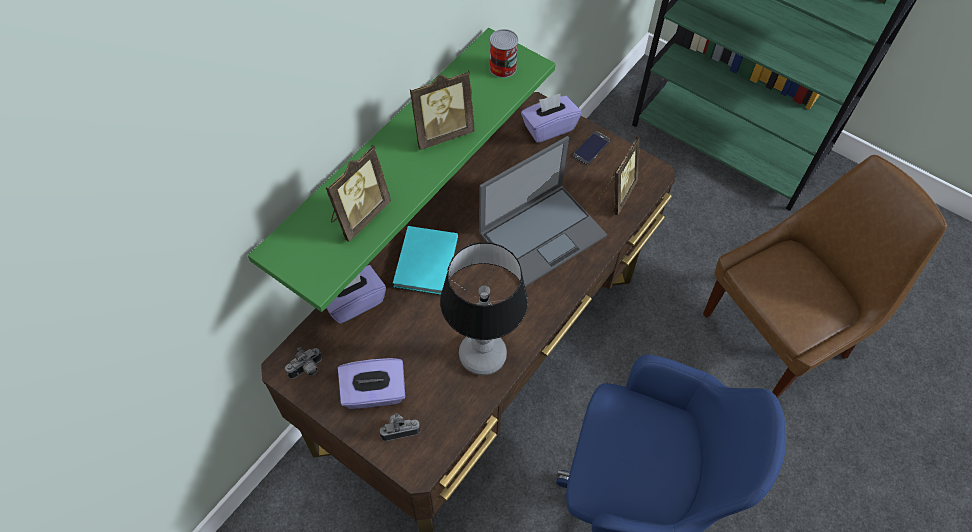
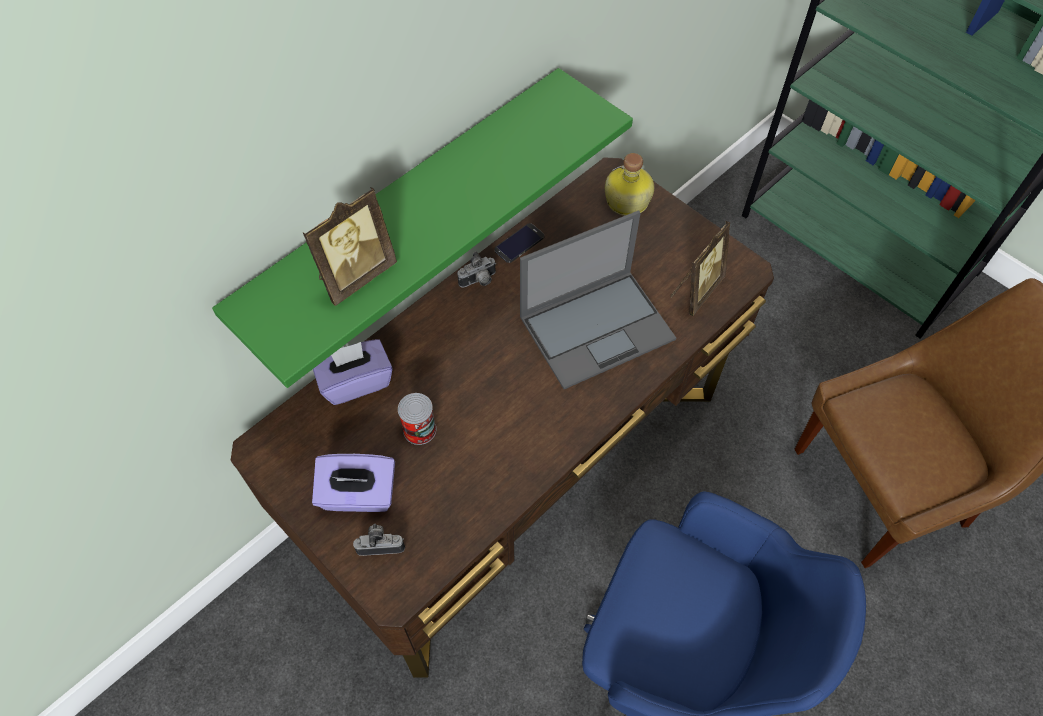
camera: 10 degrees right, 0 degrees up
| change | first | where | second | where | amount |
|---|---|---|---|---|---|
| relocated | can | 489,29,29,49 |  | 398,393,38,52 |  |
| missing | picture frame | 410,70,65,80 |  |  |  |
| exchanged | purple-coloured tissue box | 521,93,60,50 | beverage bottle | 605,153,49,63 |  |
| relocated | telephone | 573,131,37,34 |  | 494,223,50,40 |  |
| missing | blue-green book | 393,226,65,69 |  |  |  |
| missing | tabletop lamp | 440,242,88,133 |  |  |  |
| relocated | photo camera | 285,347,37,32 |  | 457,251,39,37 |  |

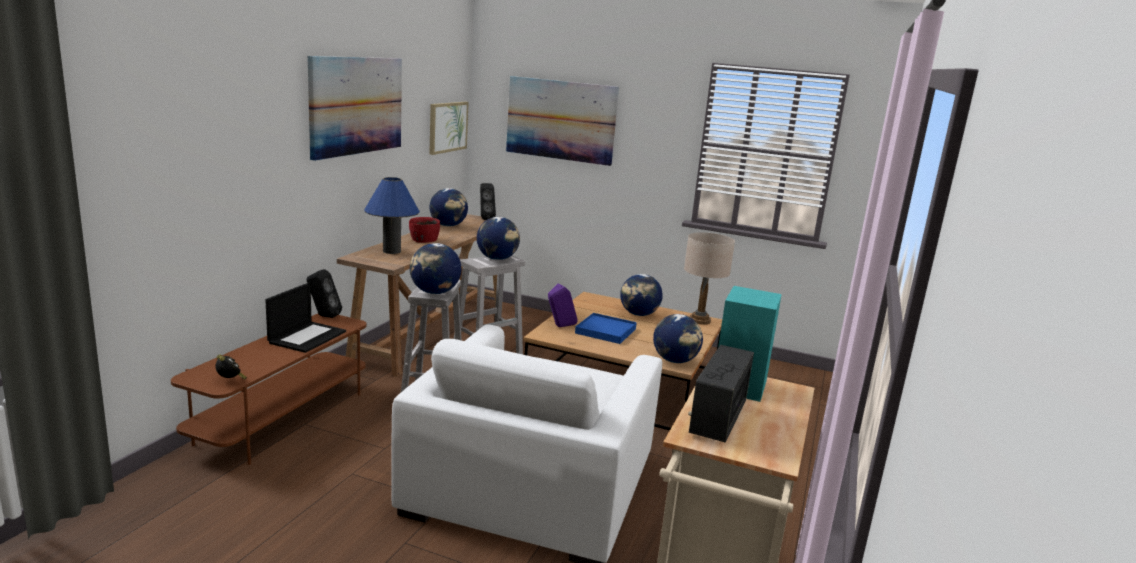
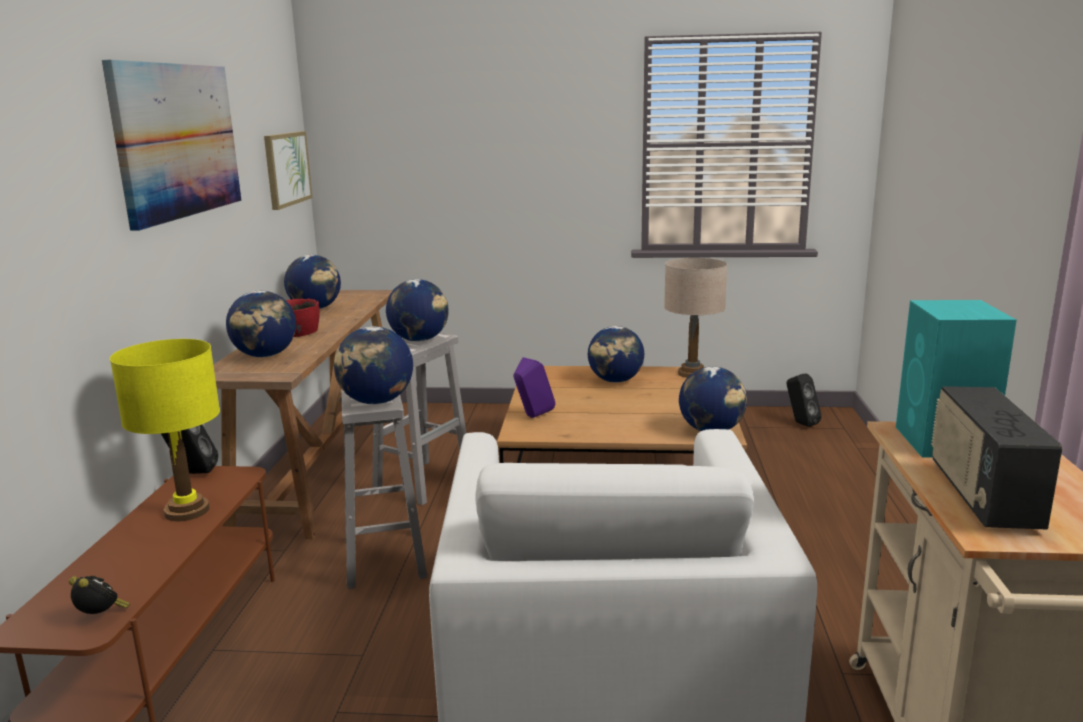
camera: 15 degrees left, 0 degrees up
| change | first | where | second | where | amount |
|---|---|---|---|---|---|
| missing | wall picture | 506,76,113,90 |  |  |  |
| exchanged | bluish tabletop lamp | 364,177,56,77 | globe | 226,291,70,66 |  |
| relocated | blackish speaker | 480,183,16,37 |  | 787,373,35,54 |  |
| exchanged | portable computer | 265,282,81,71 | yellow-coloured tabletop lamp | 110,339,110,182 |  |
| missing | bluish serving tray | 575,313,62,31 |  |  |  |

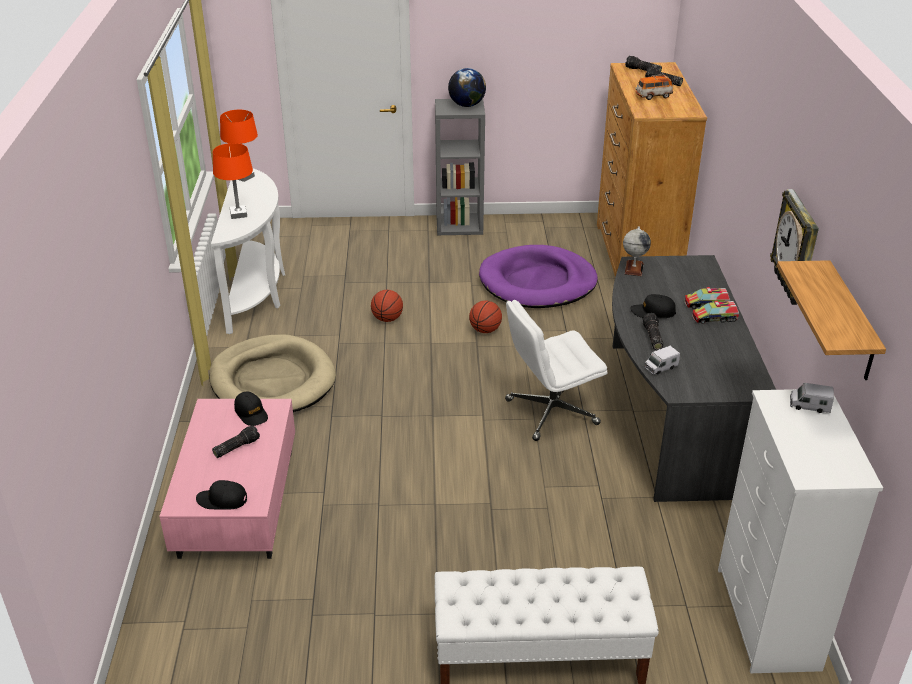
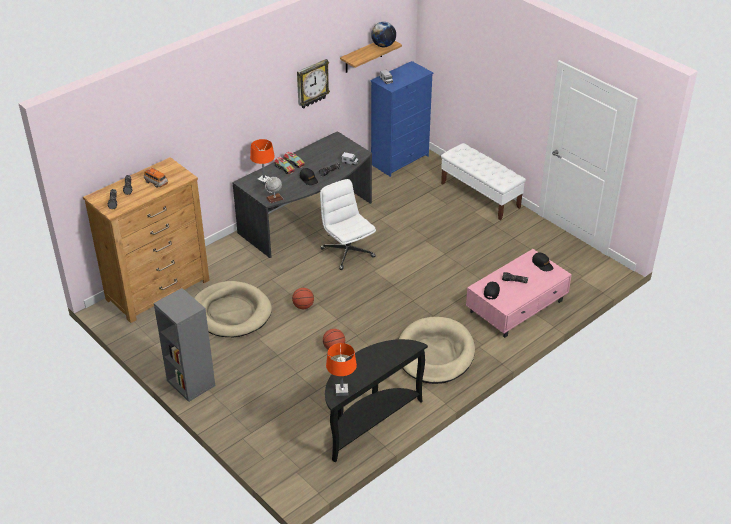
camera: 130 degrees left, 5 degrees up
| change | first | where | second | where | amount |
|---|---|---|---|---|---|
| relocated | globe | 448,68,38,39 |  | 371,22,25,25 |  |
| relocated | orange-coloured tabletop lamp | 213,143,40,76 |  | 250,139,25,46 |  |
| colour | white-coloured narrow table | 211,169,74,165 | blackish narrow table | 325,339,103,123 |  |
| colour | purple-coloured dog bed | 479,245,119,63 | sand-coloured dog bed | 194,281,78,56 |  |
| spun | white-coloured office chair | 505,300,102,141 |  | 320,179,56,91 | 150 degrees counterclockwise |
| colour | white-coloured chest of drawers | 718,389,165,284 | bluish chest of drawers | 370,61,63,116 |  |

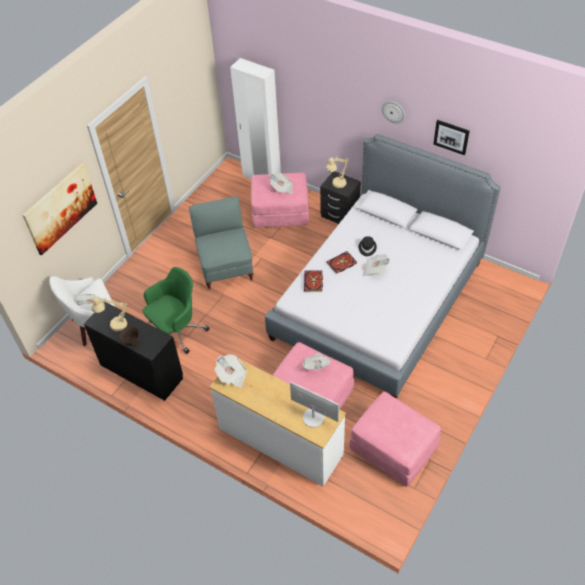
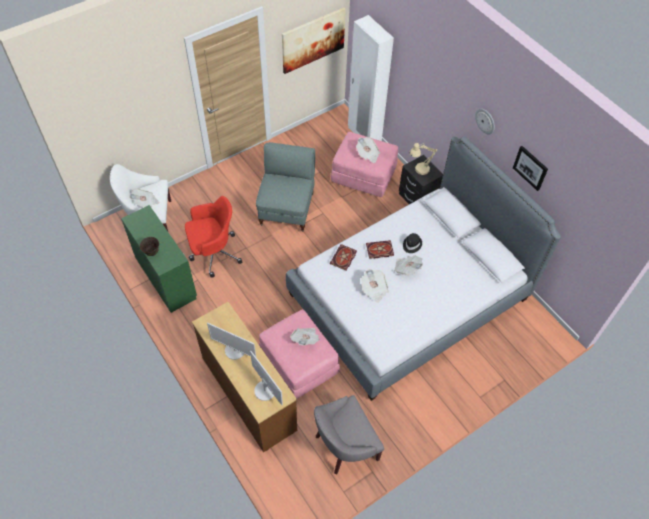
camera: 20 degrees right, 5 degrees up
| change | first | where | second | where | amount |
|---|---|---|---|---|---|
| relocated | wall picture | 23,163,74,92 |  | 282,8,64,66 |  |
| colour | green-coloured office chair | 143,267,67,87 | red-coloured office chair | 185,196,57,82 |  |
| missing | sand-coloured tabletop lamp | 92,296,35,35 |  |  |  |
| colour | blackish desk | 84,302,99,99 | green-coloured desk | 121,205,76,108 |  |
| relocated | printed paper | 215,354,33,34 |  | 361,269,28,33 |  |
| colour | white-coloured chest of drawers | 209,358,137,128 | brownish chest of drawers | 192,302,105,150 |  |
| exchanged | pinkish footrest | 349,392,92,95 | gray lounge chair | 314,395,70,80 |  |
| appeared |  |  | computer screen | 207,323,49,37 |  |

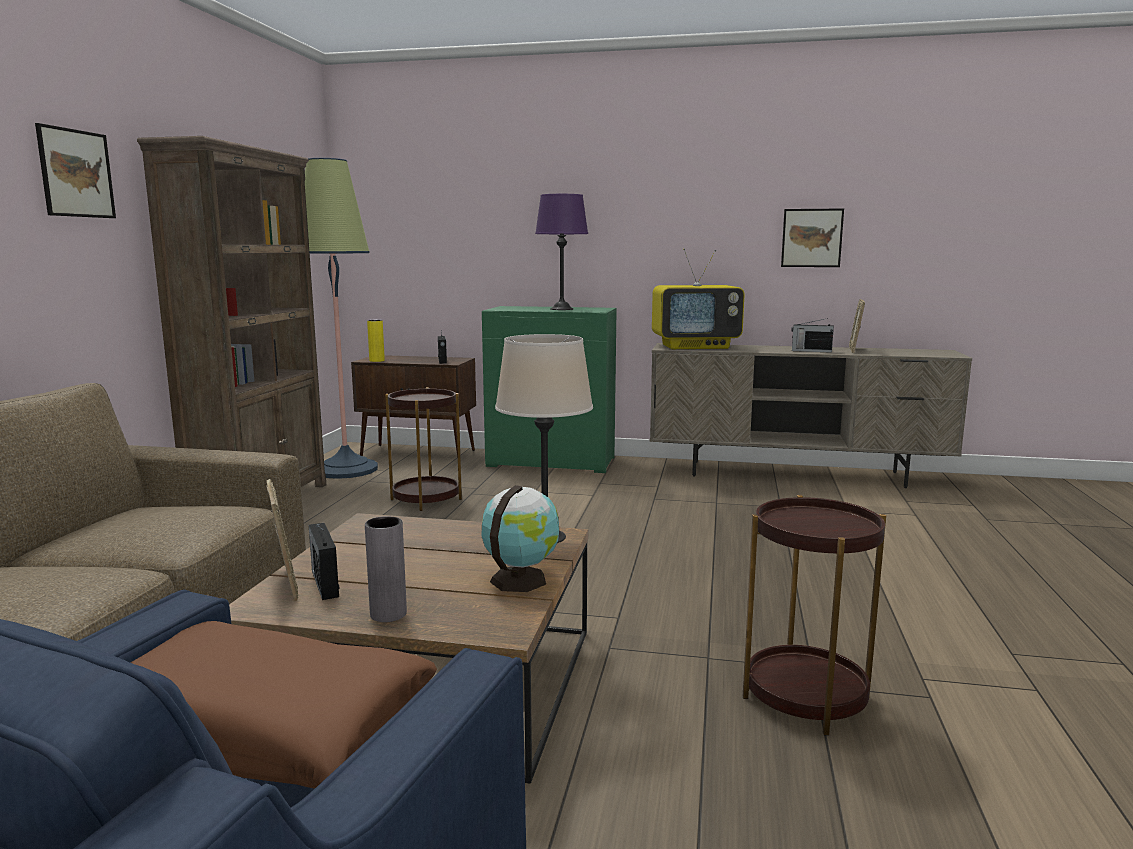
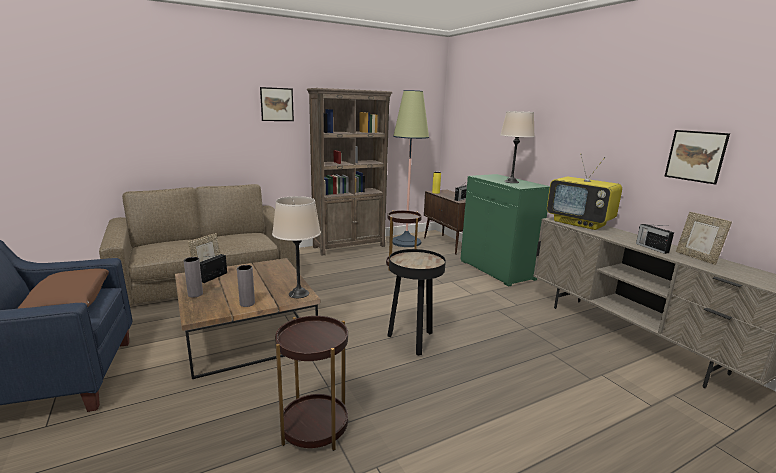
camera: 50 degrees right, 5 degrees up
| change | first | where | second | where | amount |
|---|---|---|---|---|---|
| colour | purple-coloured tabletop lamp | 535,194,53,116 | sand-coloured tabletop lamp | 500,111,35,72 |  |
| spun | picture frame | 849,299,16,54 |  | 676,212,56,53 | 90 degrees counterclockwise |
| exchanged | globe | 481,485,78,107 | gray flower vase | 237,265,18,42 |  |
| appeared |  |  | blackish side table | 387,249,59,107 |  |

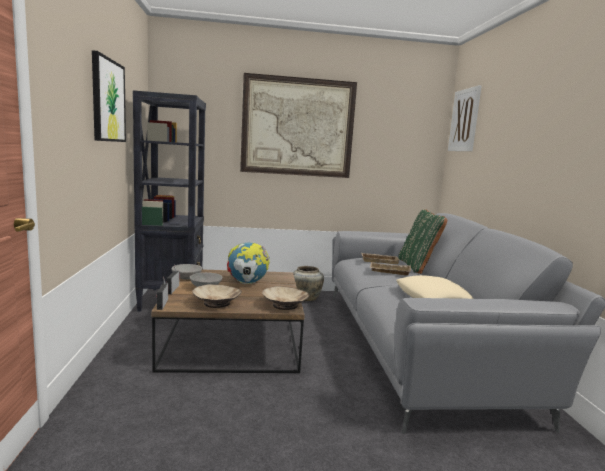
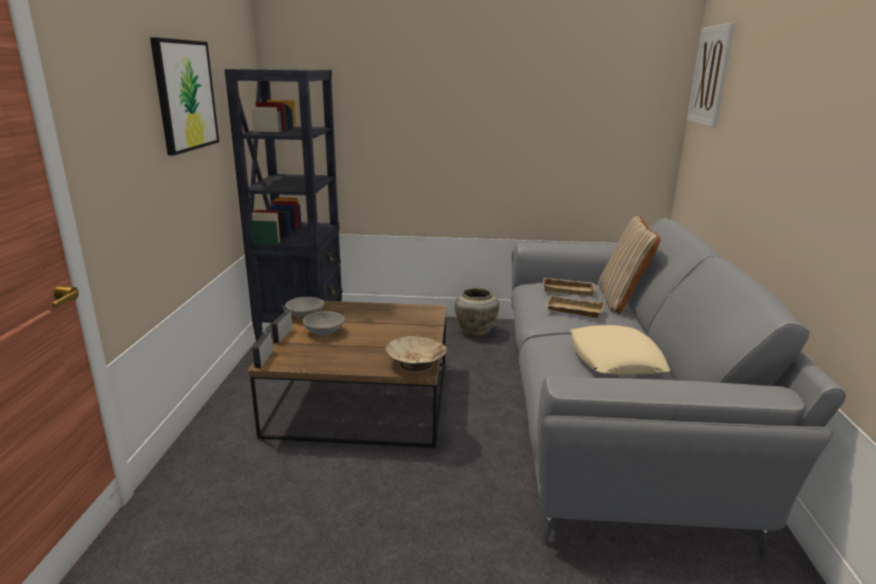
camera: 10 degrees right, 10 degrees up
| change | first | where | second | where | amount |
|---|---|---|---|---|---|
| missing | wall picture | 240,73,117,105 |  |  |  |
| colour | green-coloured throw pillow | 398,209,49,65 | sand-coloured throw pillow | 598,216,63,98 |  |
| missing | globe | 227,243,43,41 |  |  |  |
| missing | sand-coloured bowl | 192,284,50,24 |  |  |  |

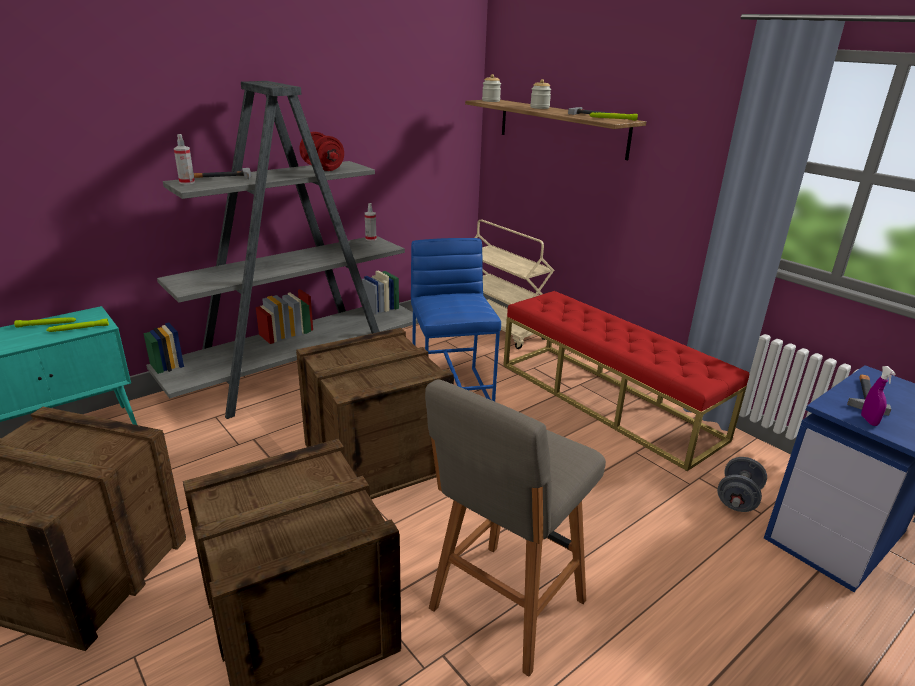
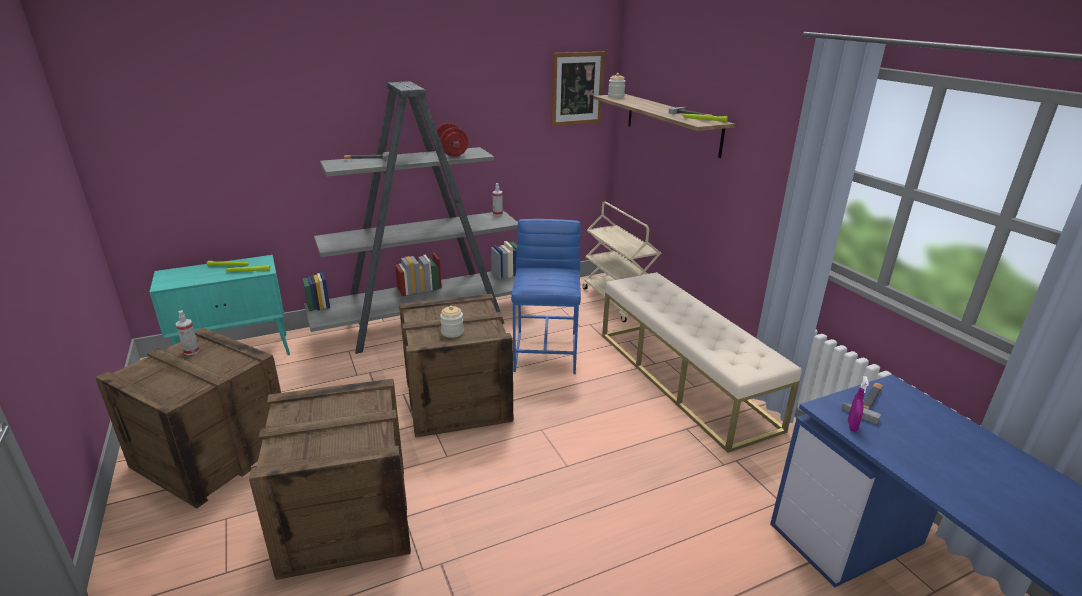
camera: 15 degrees right, 0 degrees up
| change | first | where | second | where | amount |
|---|---|---|---|---|---|
| relocated | jar | 530,79,21,30 |  | 440,306,24,32 |  |
| relocated | hand sprayer | 174,134,21,50 |  | 176,310,24,45 |  |
| colour | red-coloured bench | 503,291,246,180 | sand-coloured bench | 602,272,200,181 |  |
| missing | gray sitting stool | 425,379,181,297 |  |  |  |
| missing | gray hand weight | 717,457,50,55 |  |  |  |
| appeared |  |  | wall picture | 552,52,53,74 |  |

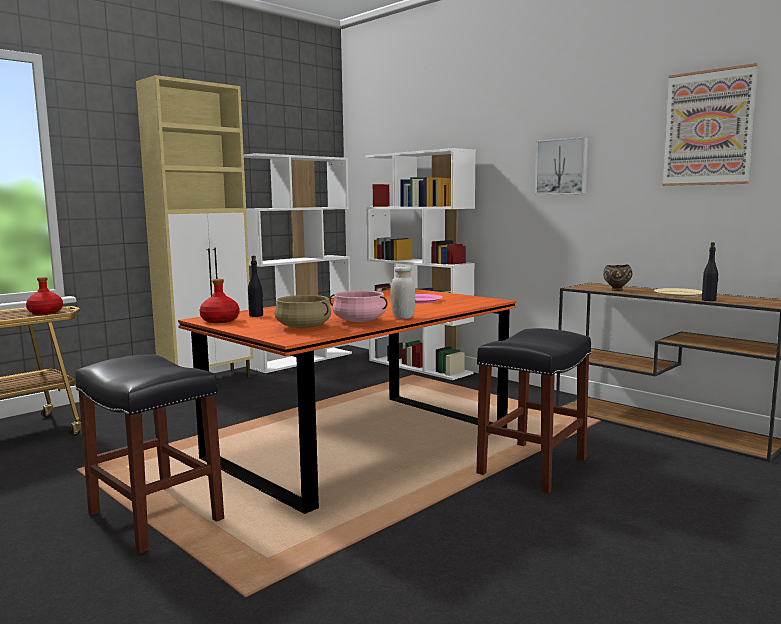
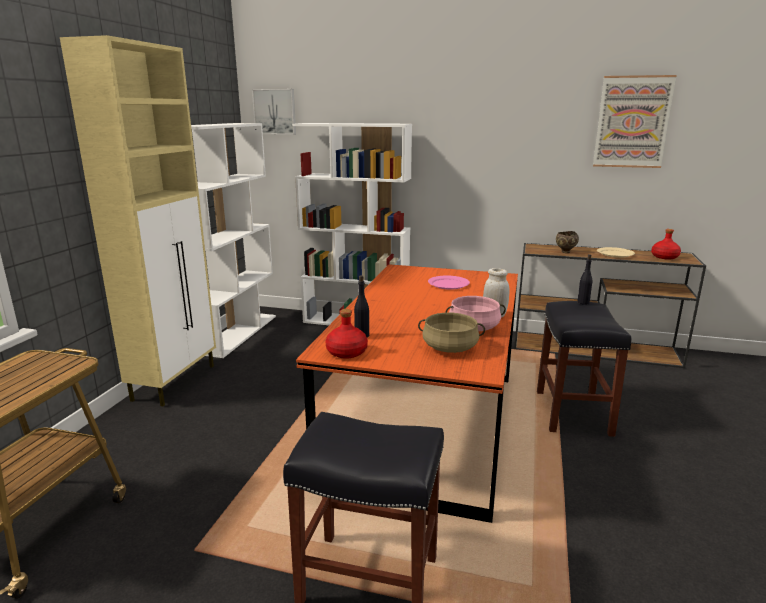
camera: 30 degrees left, 10 degrees up
| change | first | where | second | where | amount |
|---|---|---|---|---|---|
| relocated | wall picture | 535,137,53,58 |  | 252,89,44,46 |  |
| relocated | blackish beverage bottle | 702,242,16,59 |  | 577,254,15,51 |  |
| relocated | red-coloured beverage bottle | 26,277,37,37 |  | 651,229,30,31 |  |

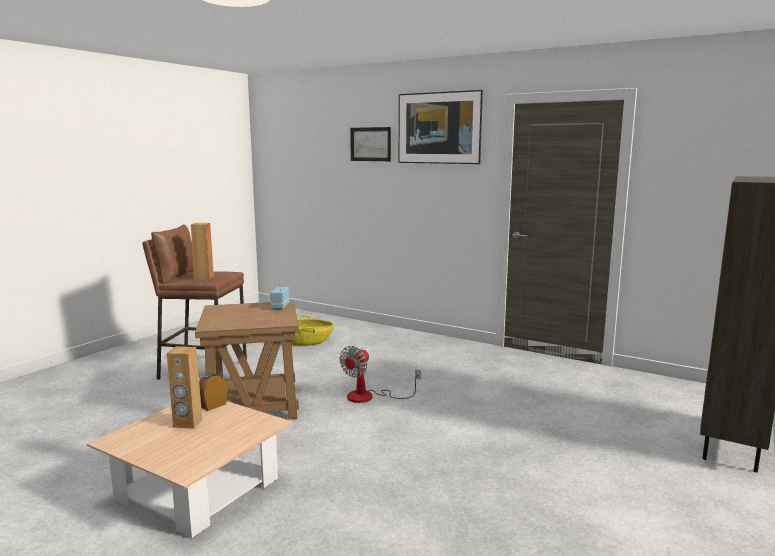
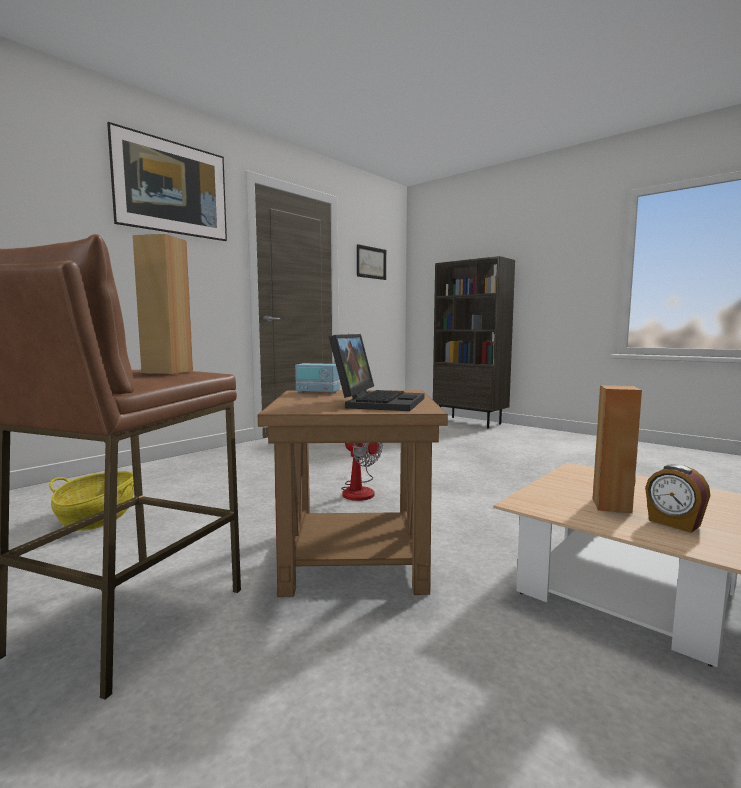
camera: 80 degrees left, 5 degrees down
| change | first | where | second | where | amount |
|---|---|---|---|---|---|
| relocated | wall picture | 350,127,41,34 |  | 357,244,29,36 |  |
| relocated | bedside clock | 199,373,29,38 |  | 645,464,65,69 |  |
| appeared |  |  | portable computer | 329,334,95,77 |  |

